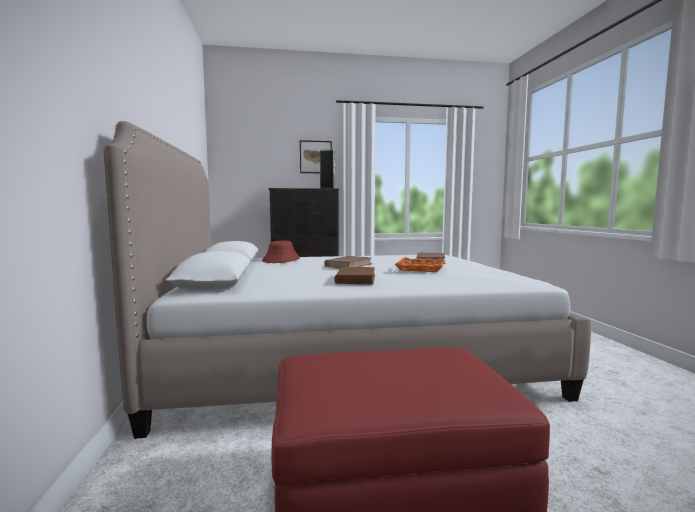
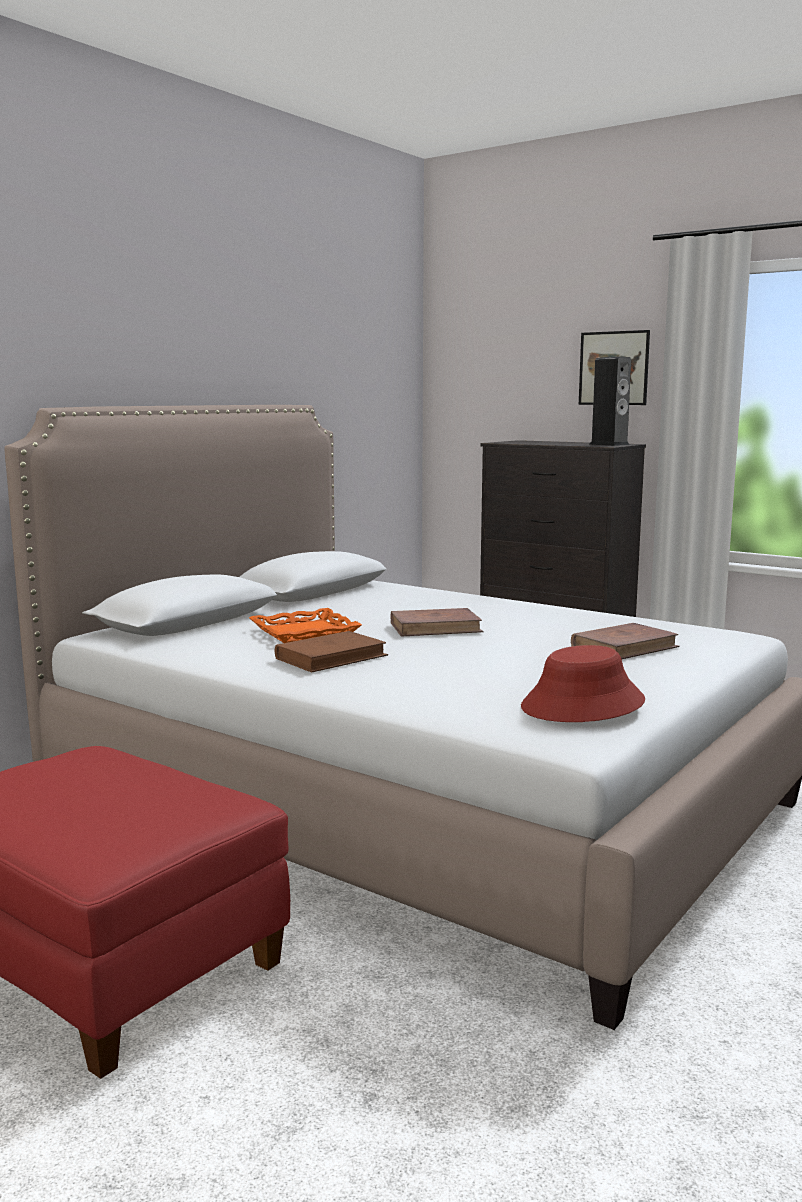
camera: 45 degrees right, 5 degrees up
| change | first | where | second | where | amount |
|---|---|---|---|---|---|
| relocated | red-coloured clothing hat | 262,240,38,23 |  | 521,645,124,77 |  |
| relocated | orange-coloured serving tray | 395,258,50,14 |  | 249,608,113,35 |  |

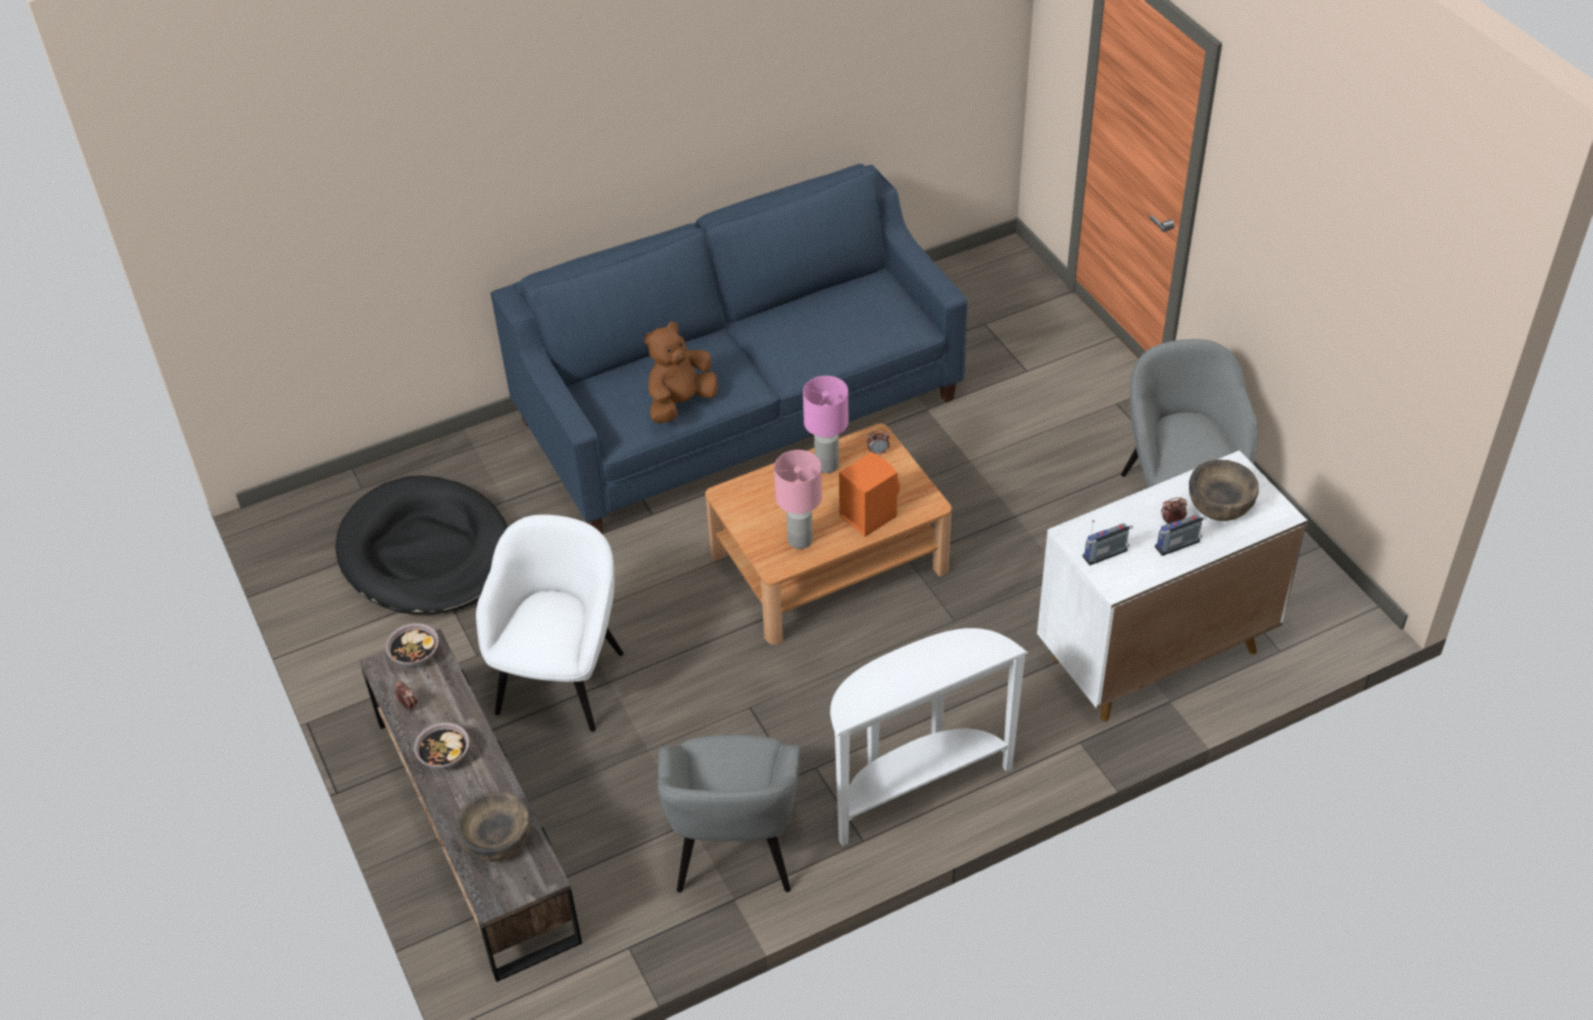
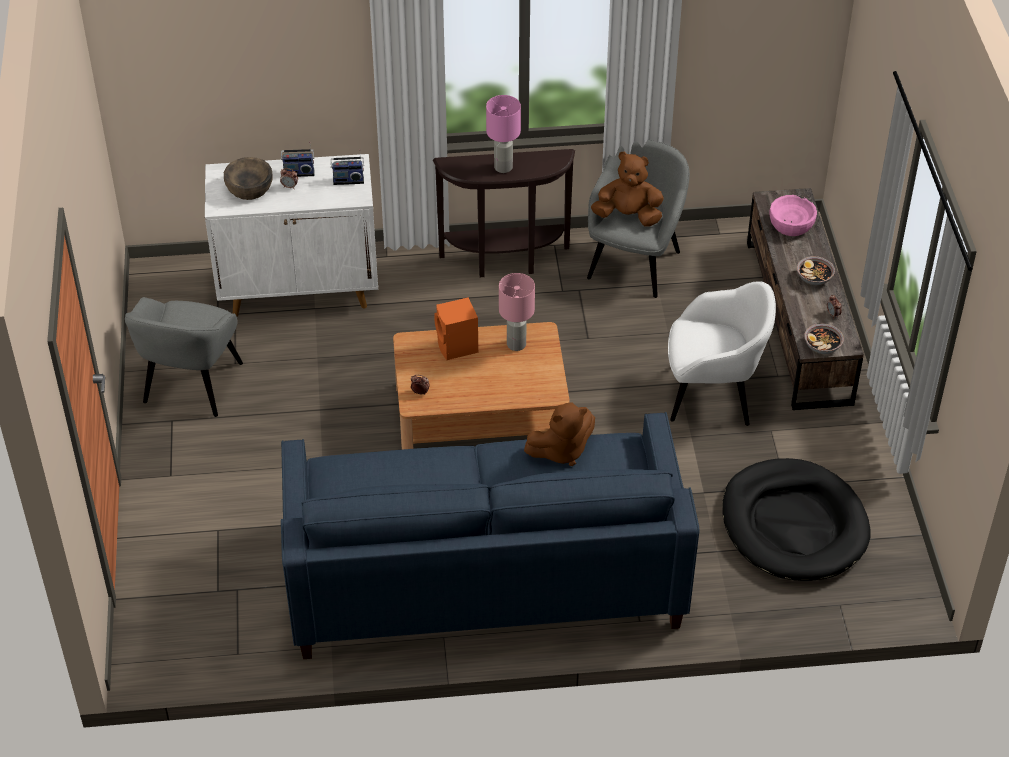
camera: 160 degrees left, 0 degrees up
| change | first | where | second | where | amount |
|---|---|---|---|---|---|
| relocated | pinkish tabletop lamp | 803,376,45,97 |  | 486,95,35,78 |  |
| spun | white-coloured lounge chair | 476,515,148,217 |  | 668,281,108,145 | 120 degrees counterclockwise |
| colour | white-coloured narrow table | 830,628,198,218 | brownish narrow table | 433,149,142,128 |  |
| colour | brownish bowl | 456,791,74,71 | pinkish bowl | 769,195,48,41 |  |
| appeared |  |  | brownish soft toy | 591,152,73,75 |  |

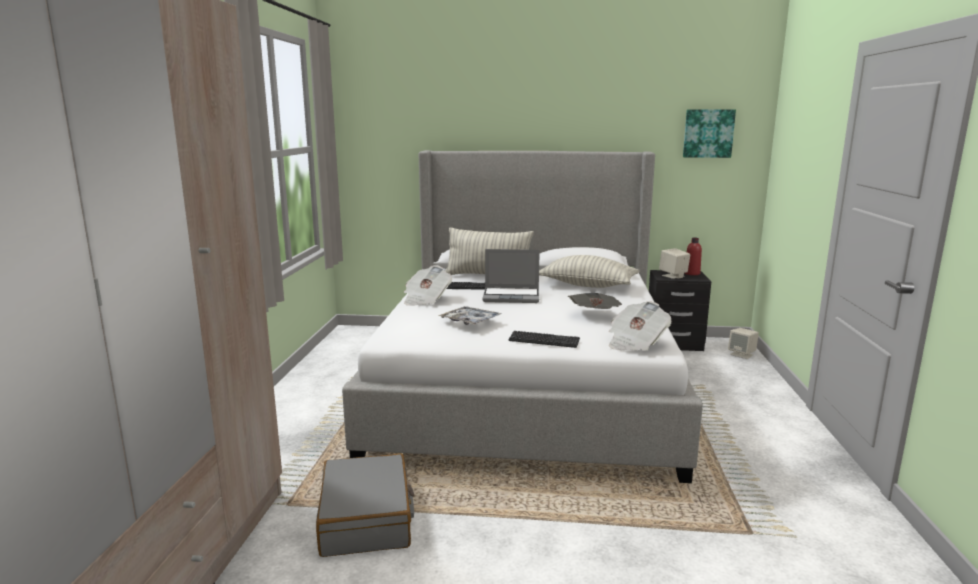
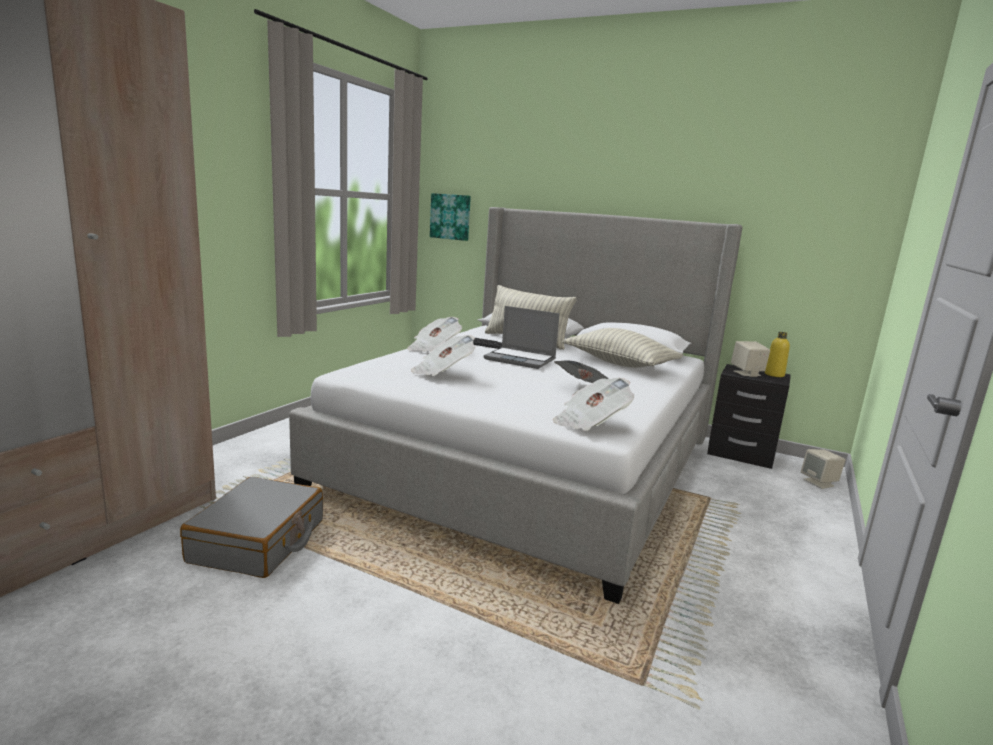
camera: 20 degrees right, 0 degrees up
| change | first | where | second | where | amount |
|---|---|---|---|---|---|
| relocated | wall picture | 683,109,53,49 |  | 430,193,41,48 |  |
| colour | red-coloured beverage bottle | 685,238,17,37 | yellow-coloured beverage bottle | 765,332,25,45 |  |
| exchanged | serving tray | 438,306,64,19 | printed paper | 411,335,64,41 |  |
| missing | keyboard | 508,331,72,17 |  |  |  |

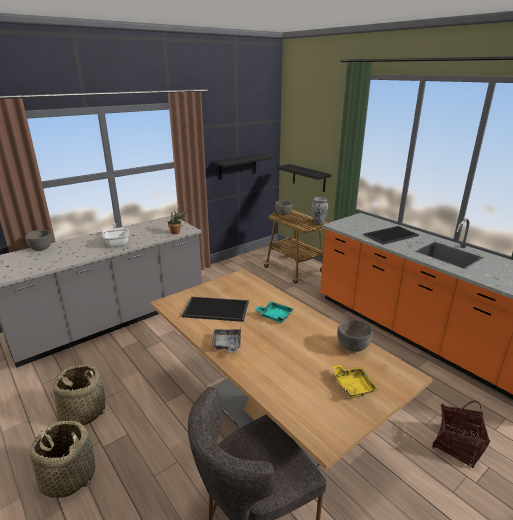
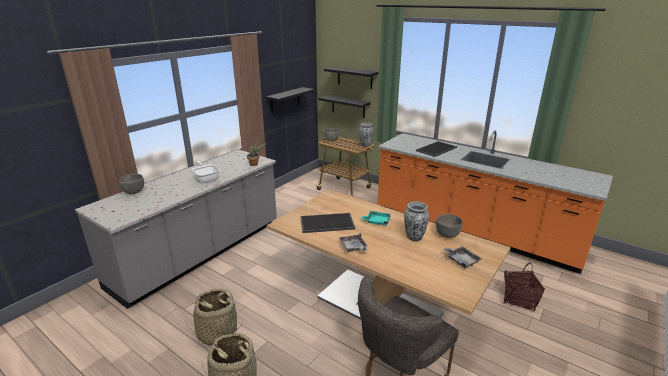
camera: 15 degrees left, 0 degrees up
| change | first | where | second | where | amount |
|---|---|---|---|---|---|
| colour | yellow-coloured serving tray | 332,365,47,34 | gray serving tray | 443,246,38,22 |  |
| appeared |  |  | blackish wall shelf | 324,67,54,22 |  |
| appeared |  |  | flower vase | 404,201,25,40 |  |

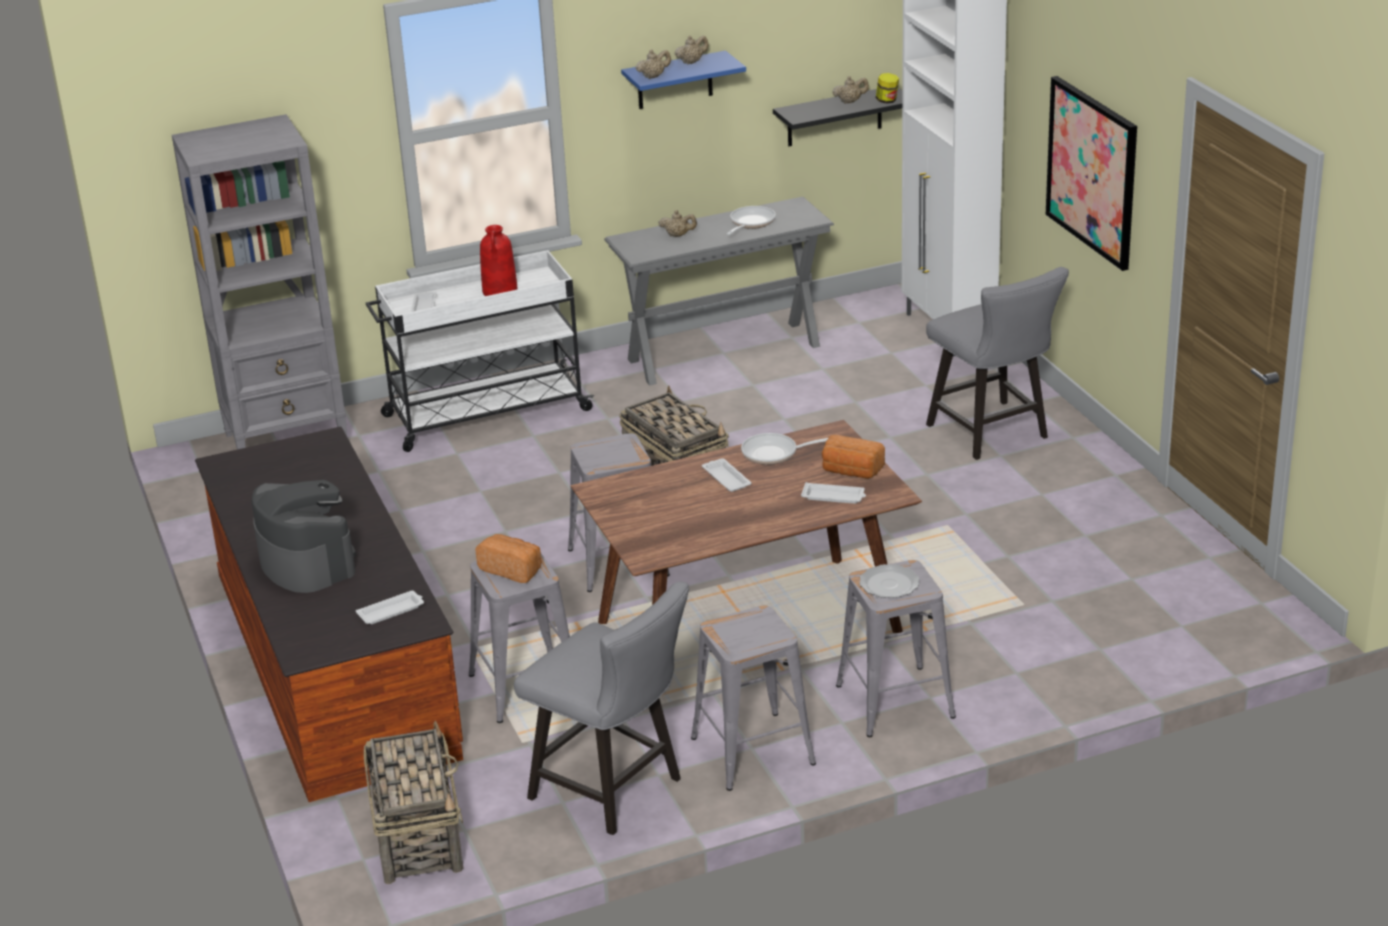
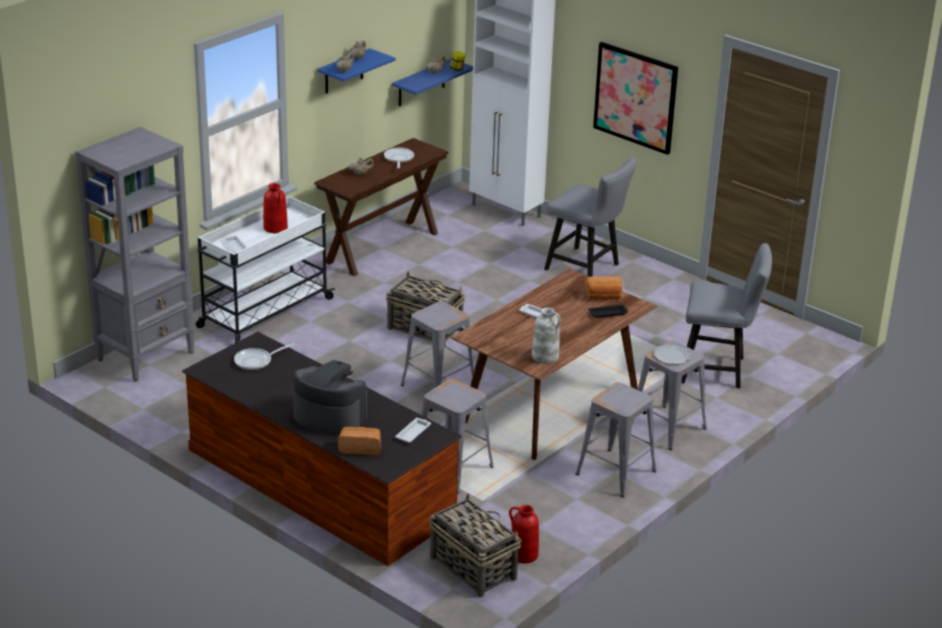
camera: 30 degrees left, 0 degrees up
| change | first | where | second | where | amount |
|---|---|---|---|---|---|
| colour | blackish wall shelf | 773,88,129,58 | bluish wall shelf | 392,59,81,47 |  |
| colour | gray narrow table | 604,196,230,190 | brownish narrow table | 314,138,135,138 |  |
| relocated | frying pan | 741,433,87,32 |  | 234,343,61,27 |  |
| colour | white-coloured serving tray | 801,482,65,22 | blackish serving tray | 588,305,40,13 |  |
| relocated | bakery bread | 475,534,67,49 |  | 338,427,43,29 |  |
| relocated | gray chair | 514,582,175,253 |  | 681,243,91,145 |  |
| appeared |  |  | white-coloured flower vase | 532,308,28,56 |  |
| appeared |  |  | red-coloured flower vase | 509,505,30,58 |  |

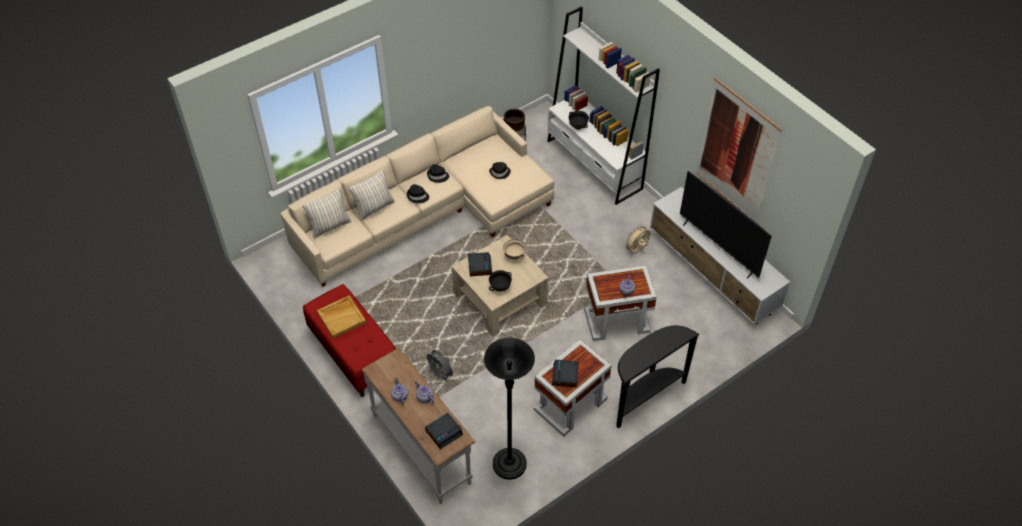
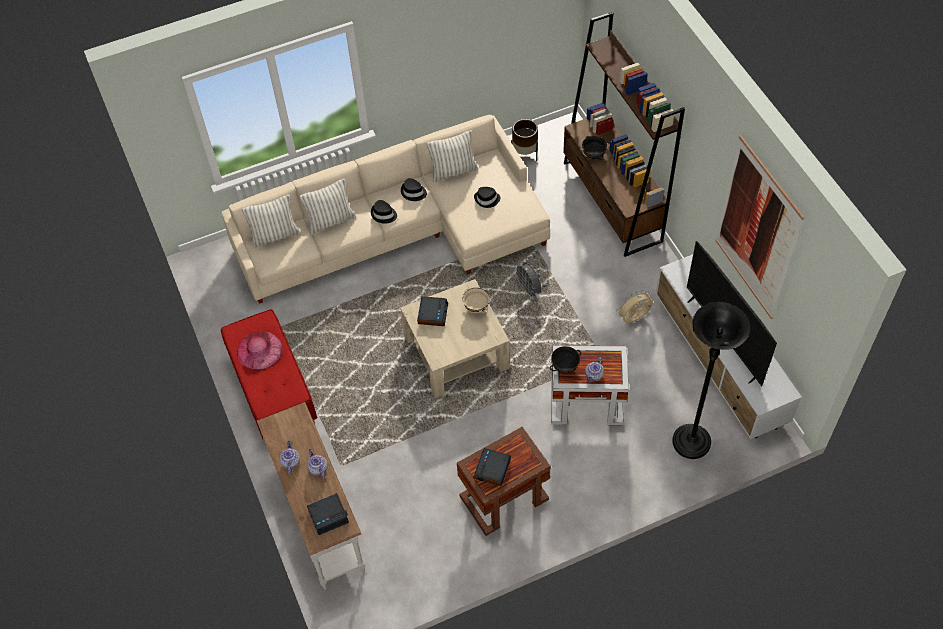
camera: 15 degrees right, 5 degrees up
| change | first | where | second | where | amount |
|---|---|---|---|---|---|
| colour | white-coloured shelving unit | 548,6,112,199 | brownish shelving unit | 563,12,122,245 |  |
| relocated | blackish bowl | 489,270,23,22 |  | 550,346,31,27 |  |
| exchanged | sand-coloured serving tray | 317,295,49,44 | pinkish clothing hat | 237,331,45,38 |  |
| missing | blackish narrow table | 616,325,83,104 |  |  |  |
| relocated | blackish floor lamp | 484,338,51,142 |  | 672,302,78,157 |  |
| colour | white-coloured side table | 534,339,78,98 | brownish side table | 457,427,94,109 |  |
| relocated | gray cooling fan | 424,350,29,32 |  | 514,262,28,37 |  |
| appeared |  |  | throw pillow | 426,130,52,52 |  |

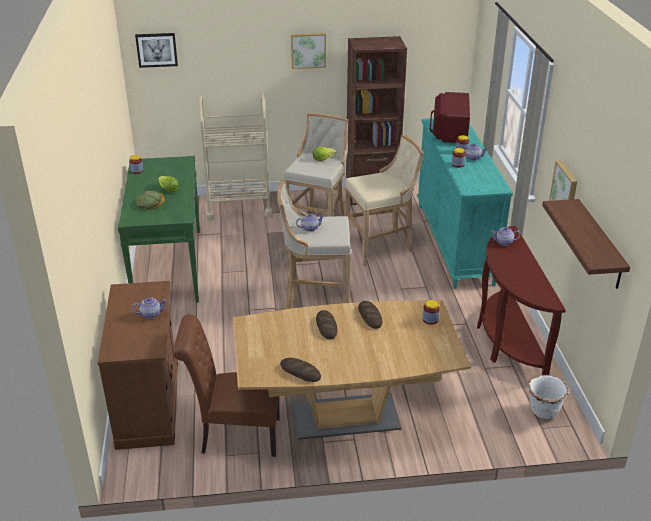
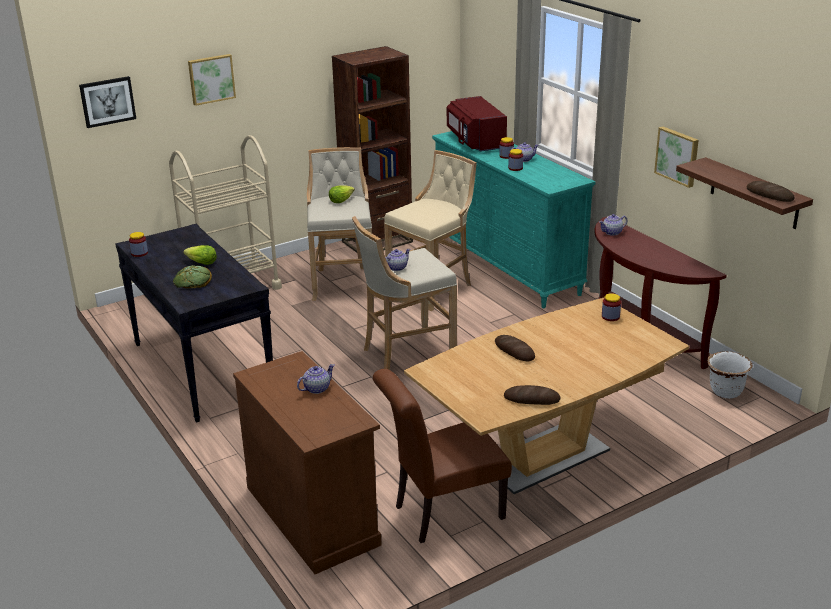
camera: 25 degrees left, 5 degrees down
| change | first | where | second | where | amount |
|---|---|---|---|---|---|
| relocated | wall picture | 291,33,35,36 |  | 188,54,48,52 |  |
| colour | green-coloured narrow table | 118,156,82,147 | blackish narrow table | 115,224,158,199 |  |
| relocated | bakery bread | 358,301,24,28 |  | 747,181,48,21 |  |

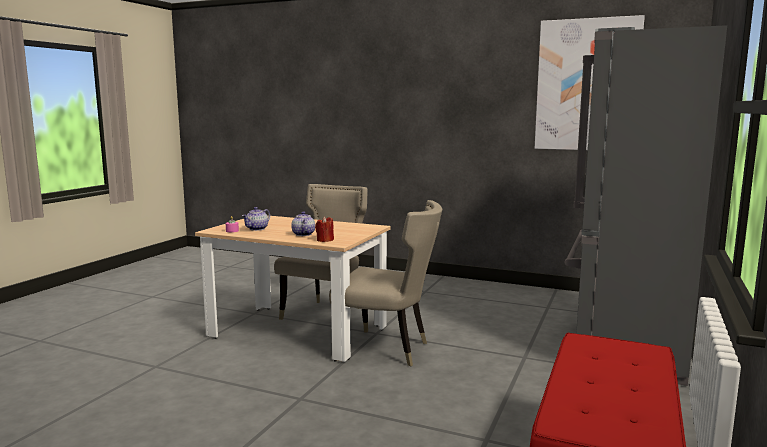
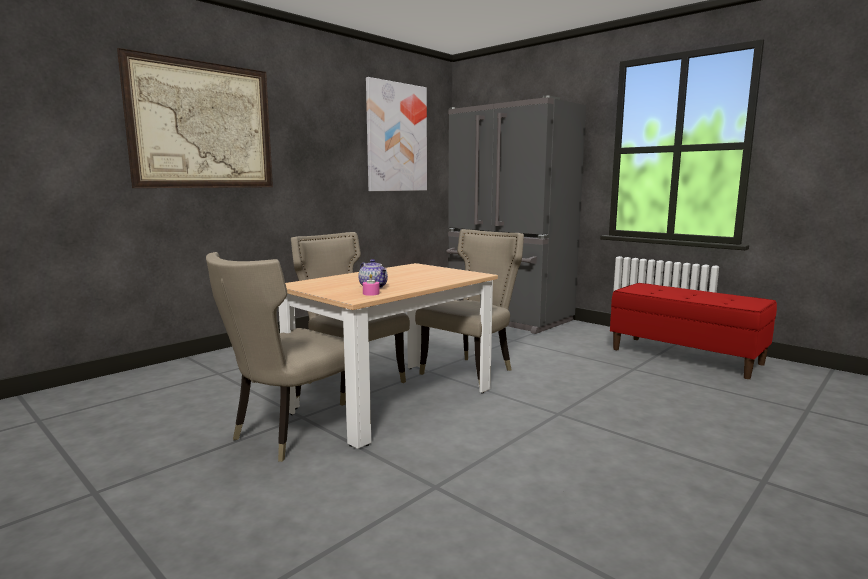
camera: 70 degrees left, 0 degrees up
| change | first | where | second | where | amount |
|---|---|---|---|---|---|
| missing | pot for tea | 291,212,24,24 |  |  |  |
| missing | red-coloured wax candle | 315,216,19,26 |  |  |  |
| appeared |  |  | wall picture | 117,48,156,140 |  |
| appeared |  |  | sand-coloured chair | 206,252,139,210 |  |

